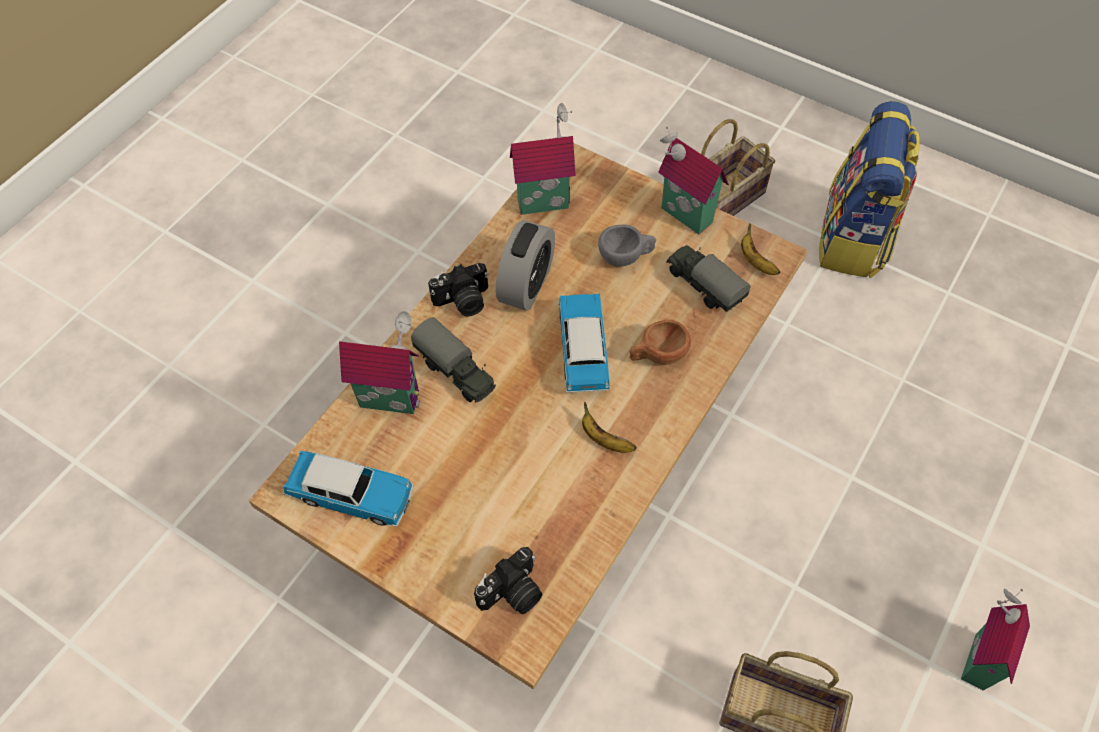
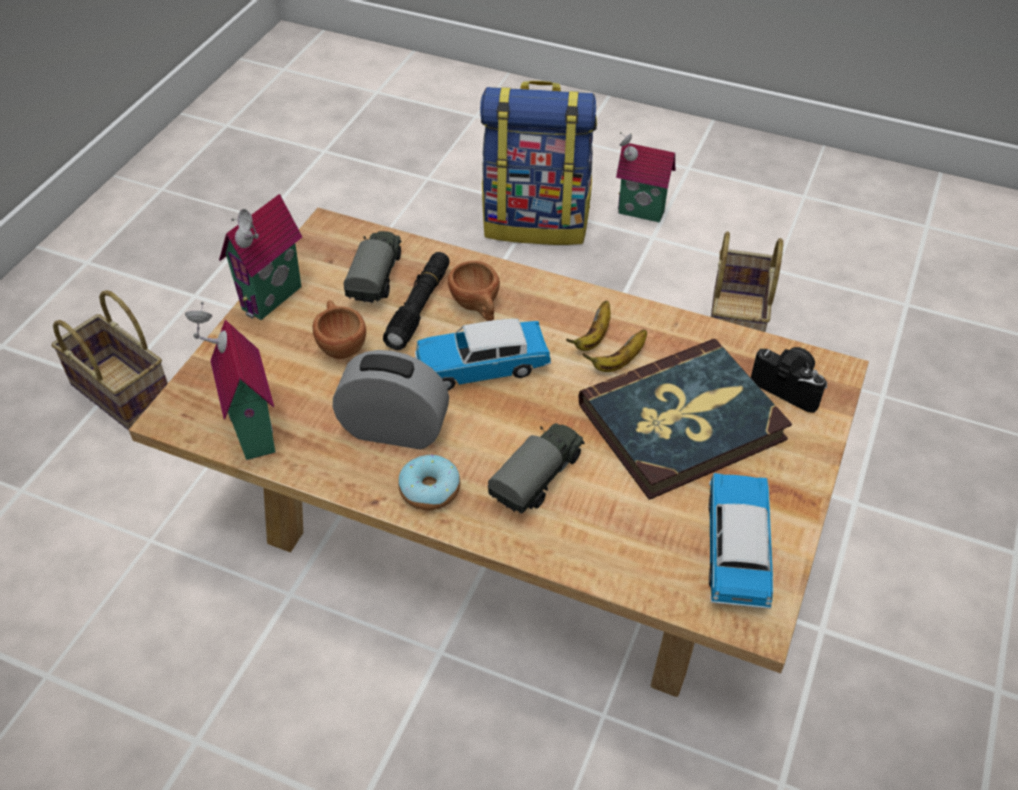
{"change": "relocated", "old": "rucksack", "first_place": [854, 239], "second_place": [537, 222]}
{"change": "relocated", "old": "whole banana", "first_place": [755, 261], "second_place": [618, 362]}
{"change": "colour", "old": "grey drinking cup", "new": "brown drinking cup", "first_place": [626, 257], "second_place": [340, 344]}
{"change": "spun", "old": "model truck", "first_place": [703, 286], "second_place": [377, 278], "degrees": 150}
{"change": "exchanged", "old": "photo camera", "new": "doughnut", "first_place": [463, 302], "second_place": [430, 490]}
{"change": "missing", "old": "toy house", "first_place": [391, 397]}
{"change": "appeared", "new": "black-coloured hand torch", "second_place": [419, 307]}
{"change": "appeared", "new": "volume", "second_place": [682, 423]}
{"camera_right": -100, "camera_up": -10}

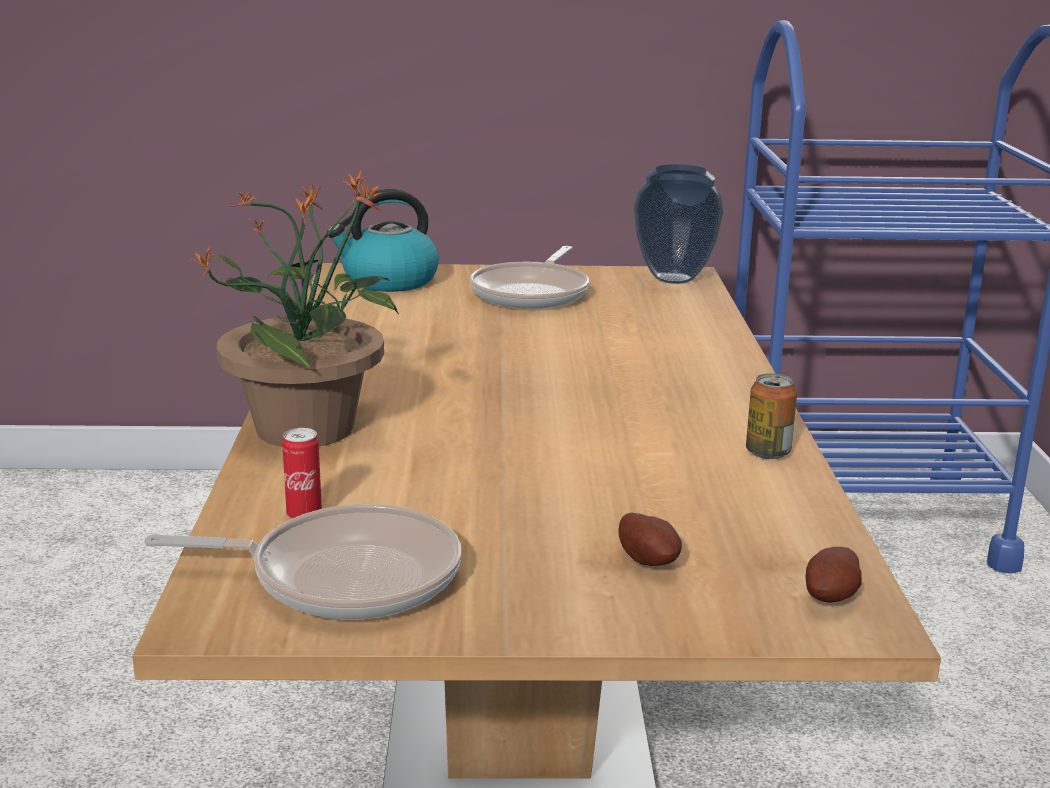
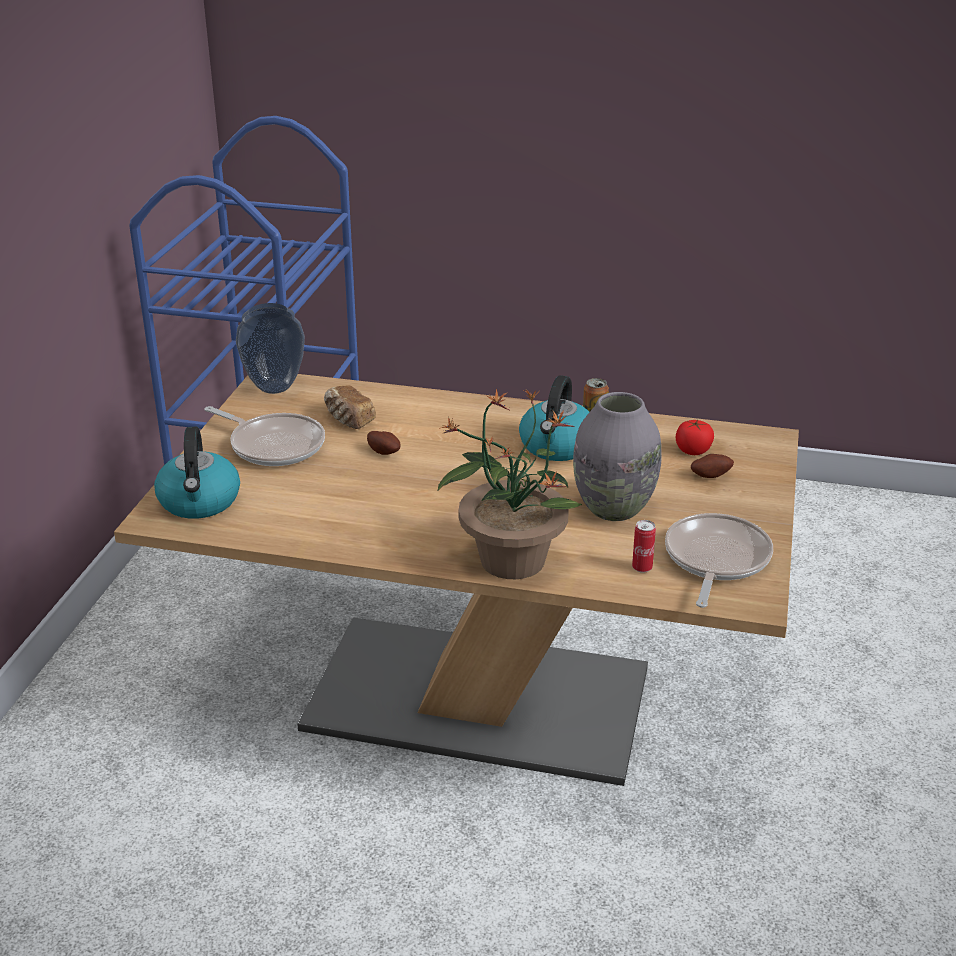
{"change": "relocated", "old": "spud", "first_place": [832, 597], "second_place": [384, 452]}
{"change": "appeared", "new": "tea kettle", "second_place": [557, 447]}
{"change": "appeared", "new": "bakery bread", "second_place": [348, 419]}
{"change": "appeared", "new": "grey vase", "second_place": [613, 509]}
{"change": "appeared", "new": "whole tomato", "second_place": [693, 451]}
{"camera_right": -75, "camera_up": 10}

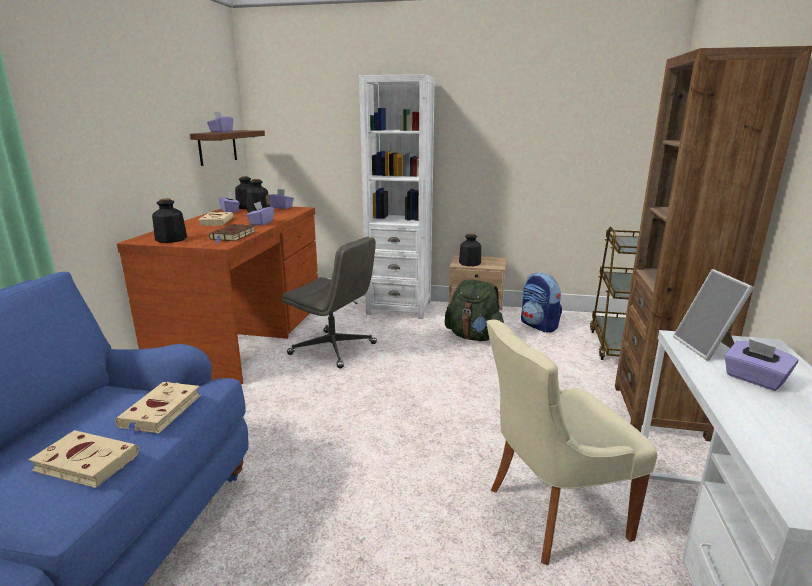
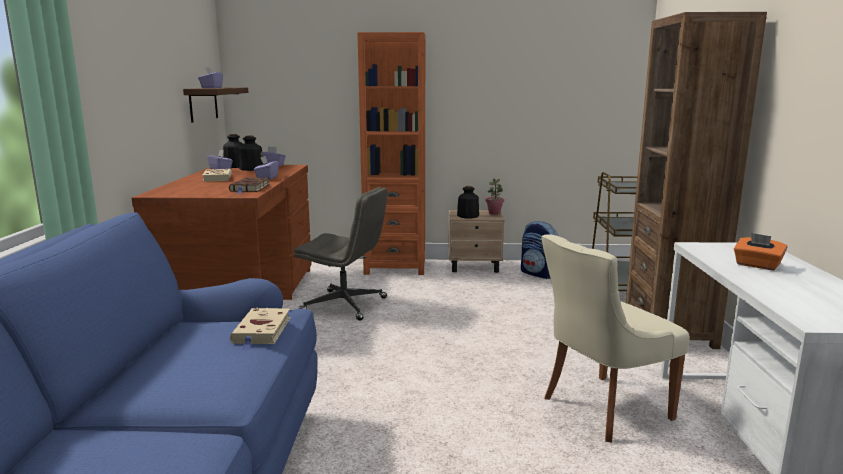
{"change": "colour", "old": "white-coloured shelving unit", "new": "orange shelving unit", "first_place": [399, 307], "second_place": [395, 267]}
{"change": "missing", "old": "drink bottle", "first_place": [171, 239]}
{"change": "missing", "old": "photo frame", "first_place": [707, 348]}
{"change": "missing", "old": "green-coloured rucksack", "first_place": [474, 337]}
{"change": "colour", "old": "purplish tissue holder", "new": "orange tissue holder", "first_place": [754, 379], "second_place": [757, 265]}
{"change": "missing", "old": "beige volume", "first_place": [84, 462]}
{"change": "appeared", "new": "potted plant", "second_place": [494, 213]}
{"camera_right": -10, "camera_up": -5}

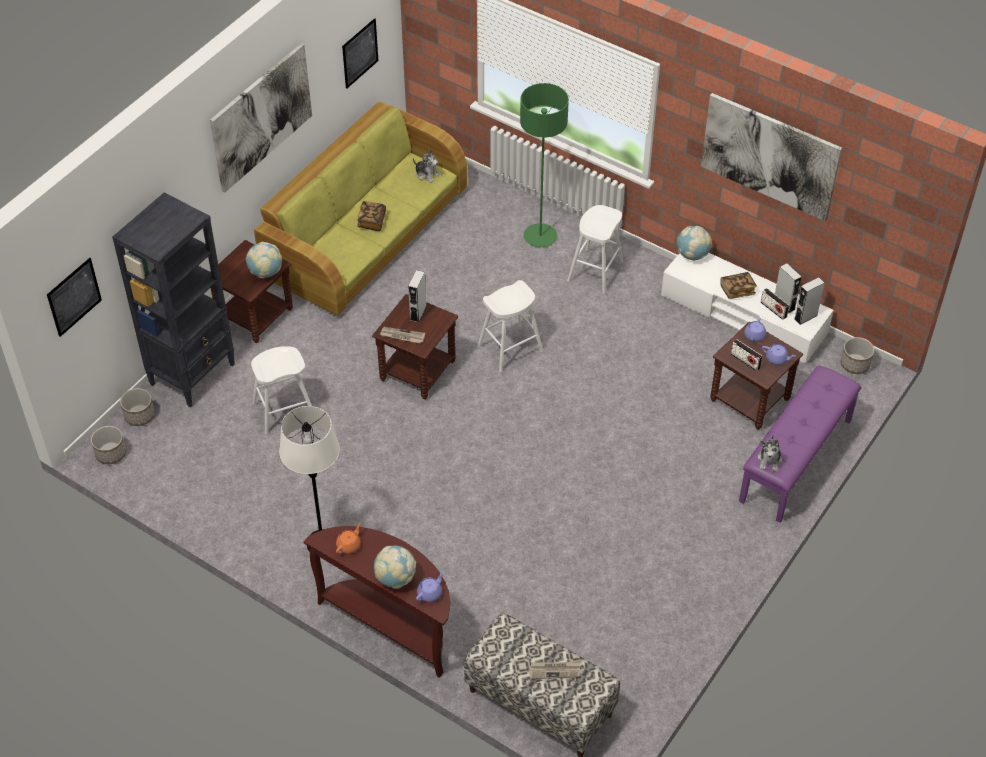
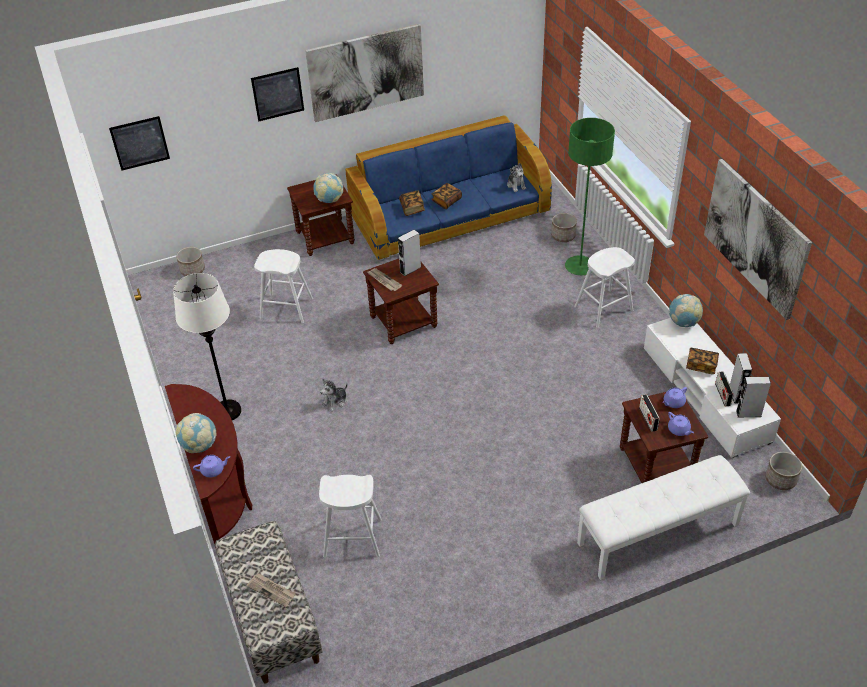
{"change": "relocated", "old": "wall picture", "first_place": [360, 53], "second_place": [277, 94]}
{"change": "colour", "old": "green-coloured settee", "new": "bluish settee", "first_place": [366, 234], "second_place": [450, 215]}
{"change": "missing", "old": "black-coloured shelving unit", "first_place": [193, 374]}
{"change": "relocated", "old": "white-coloured stool", "first_place": [510, 348], "second_place": [353, 538]}
{"change": "colour", "old": "purplish bench", "new": "white-coloured bench", "first_place": [796, 461], "second_place": [658, 535]}
{"change": "relocated", "old": "planter", "first_place": [111, 453], "second_place": [563, 236]}
{"change": "relocated", "old": "plush toy", "first_place": [769, 460], "second_place": [335, 401]}
{"change": "missing", "old": "orange pot for tea", "first_place": [349, 545]}
{"change": "appeared", "new": "volume", "second_place": [412, 208]}
{"camera_right": 35, "camera_up": -5}

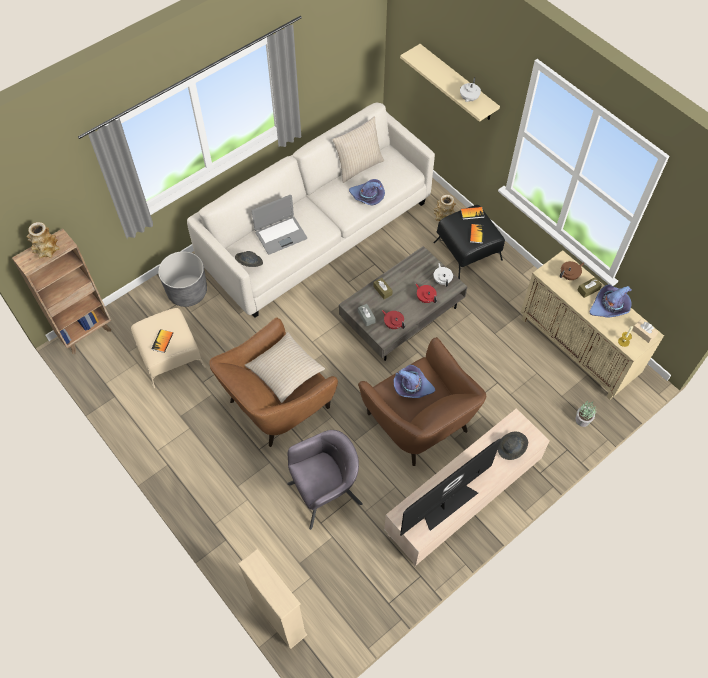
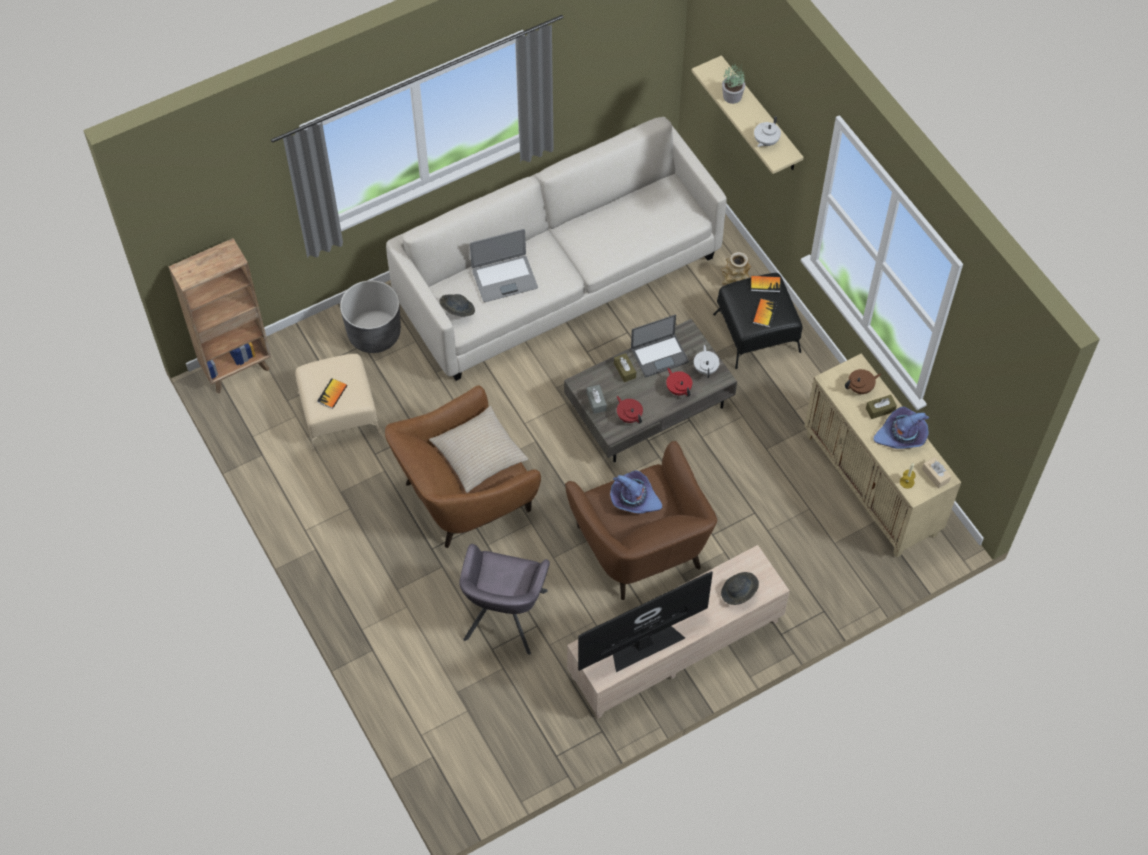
{"change": "missing", "old": "beige cushion", "first_place": [358, 166]}
{"change": "missing", "old": "purplish hat", "first_place": [367, 196]}
{"change": "missing", "old": "vase", "first_place": [47, 250]}
{"change": "relocated", "old": "potted plant", "first_place": [582, 419], "second_place": [732, 96]}
{"change": "spun", "old": "grey easy chair", "first_place": [325, 493], "second_place": [504, 615], "degrees": 120}
{"change": "missing", "old": "beige shelving unit", "first_place": [279, 617]}
{"change": "appeared", "new": "laptop", "second_place": [660, 355]}
{"camera_right": 10, "camera_up": 0}

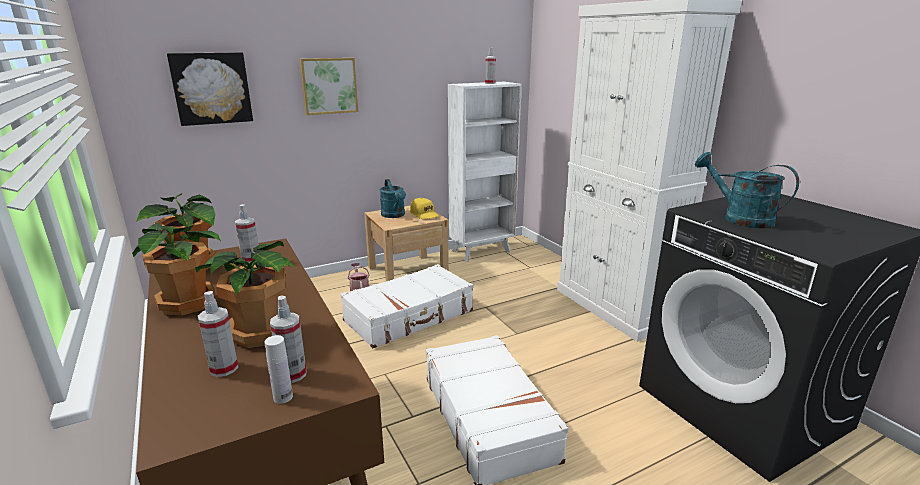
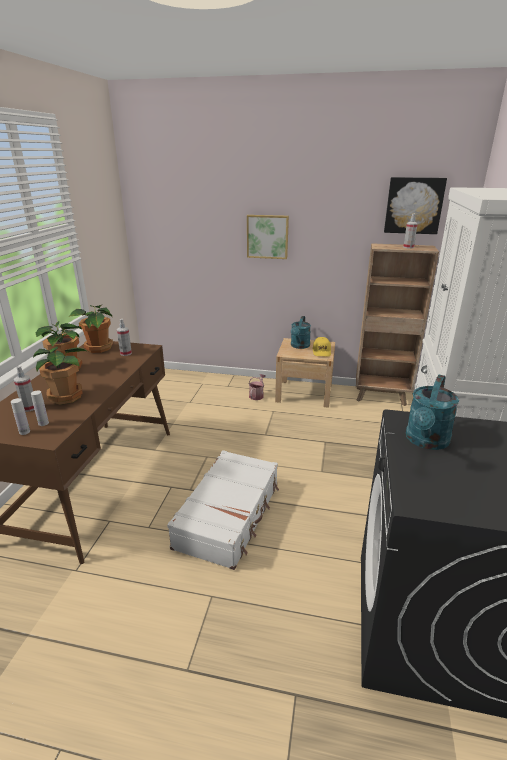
{"change": "relocated", "old": "wall picture", "first_place": [211, 88], "second_place": [413, 205]}
{"change": "colour", "old": "white-coloured shelving unit", "new": "brown shelving unit", "first_place": [482, 251], "second_place": [382, 397]}
{"change": "spun", "old": "turquoise watering can", "first_place": [739, 218], "second_place": [426, 441], "degrees": -150}
{"change": "missing", "old": "white-coloured piece of luggage", "first_place": [410, 316]}
{"change": "exchanged", "old": "sprayer", "new": "white-coloured drink bottle", "first_place": [292, 374], "second_place": [43, 423]}
{"camera_right": 40, "camera_up": 5}

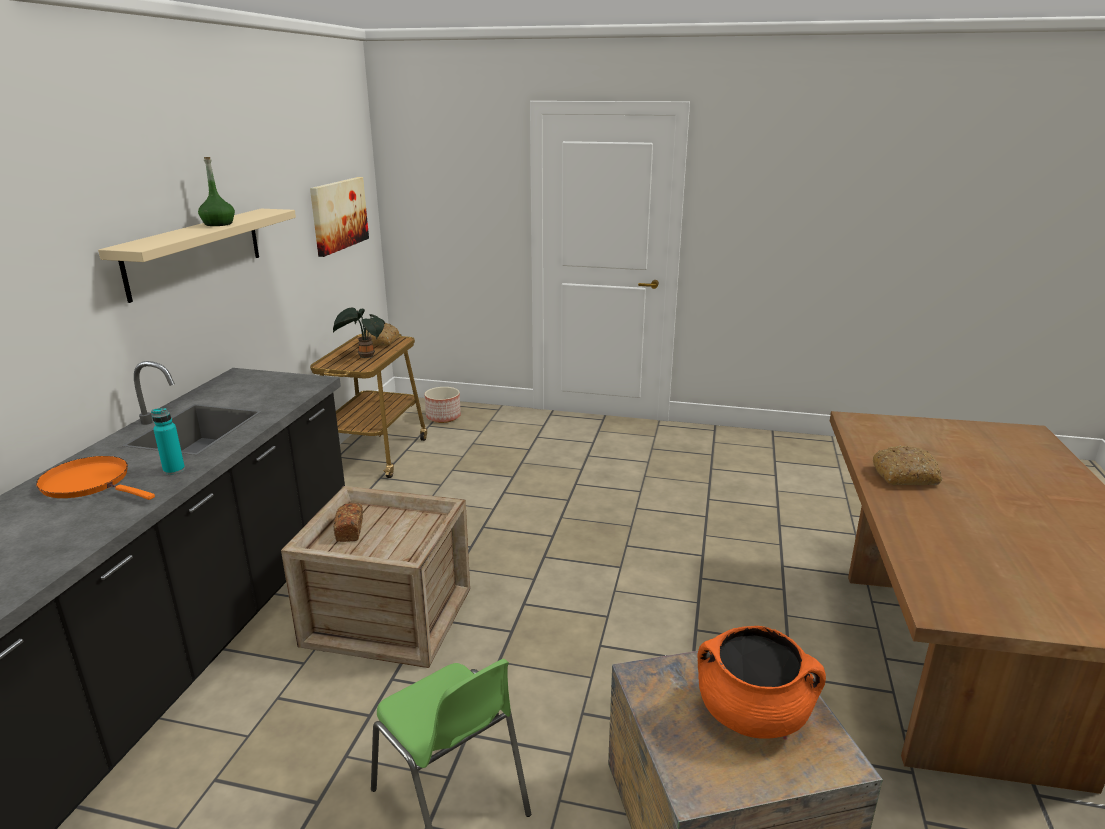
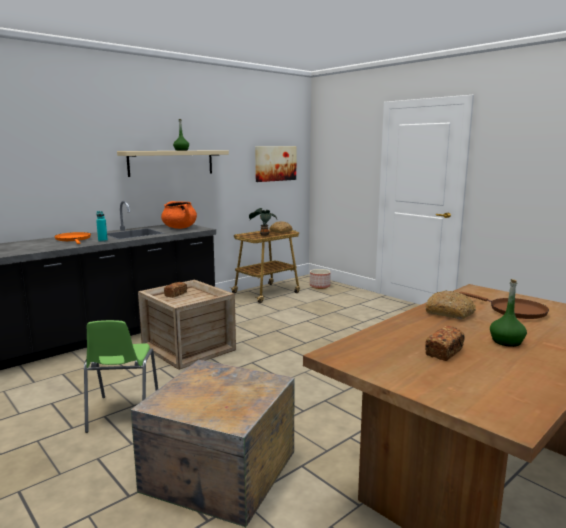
{"change": "relocated", "old": "orange cooking pot", "first_place": [752, 714], "second_place": [180, 228]}
{"change": "appeared", "new": "green-coloured drink bottle", "second_place": [506, 341]}
{"change": "appeared", "new": "brown frying pan", "second_place": [514, 311]}
{"change": "appeared", "new": "bakery bread", "second_place": [444, 352]}
{"camera_right": 35, "camera_up": -10}

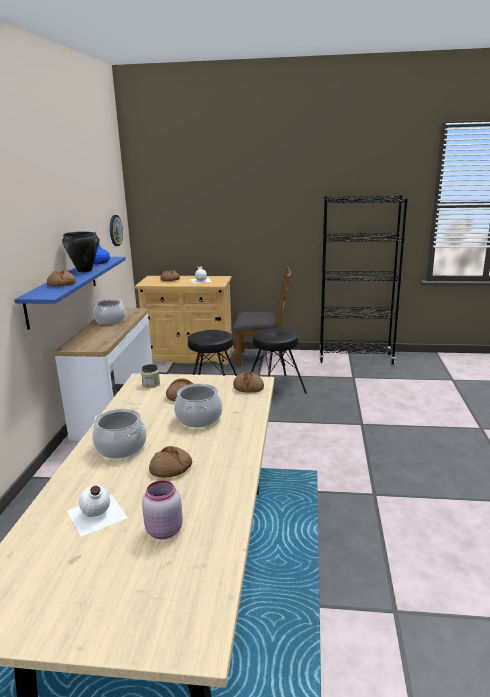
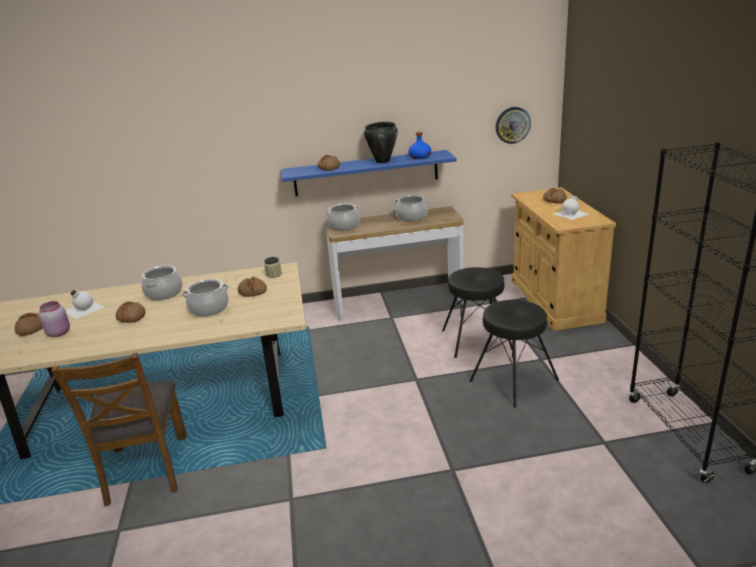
{"change": "relocated", "old": "brown chair", "first_place": [262, 358], "second_place": [146, 469]}
{"change": "relocated", "old": "bakery bread", "first_place": [248, 387], "second_place": [32, 328]}
{"change": "appeared", "new": "cooking pot", "second_place": [344, 226]}
{"camera_right": 75, "camera_up": 5}

